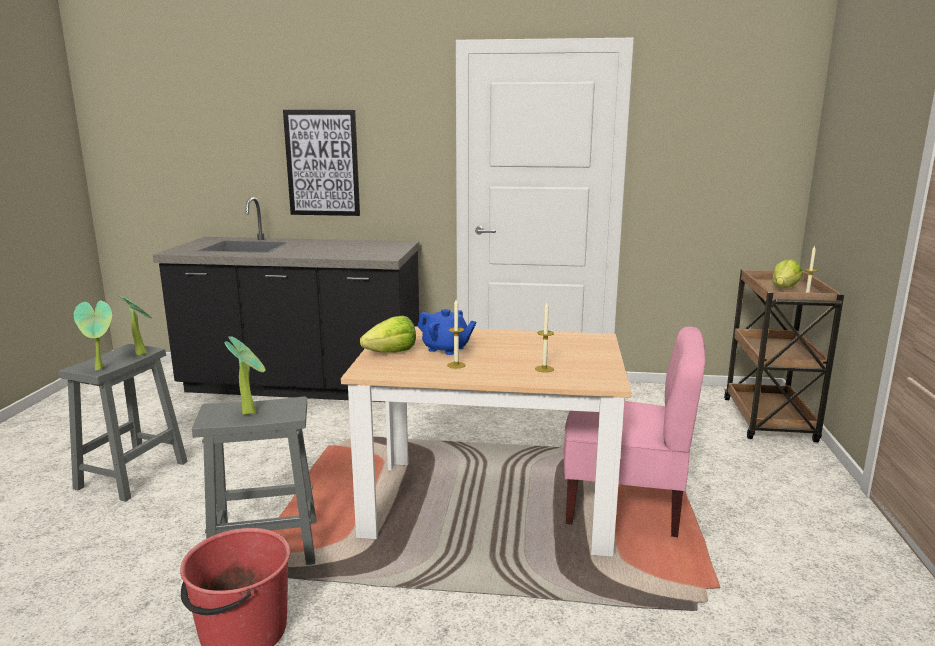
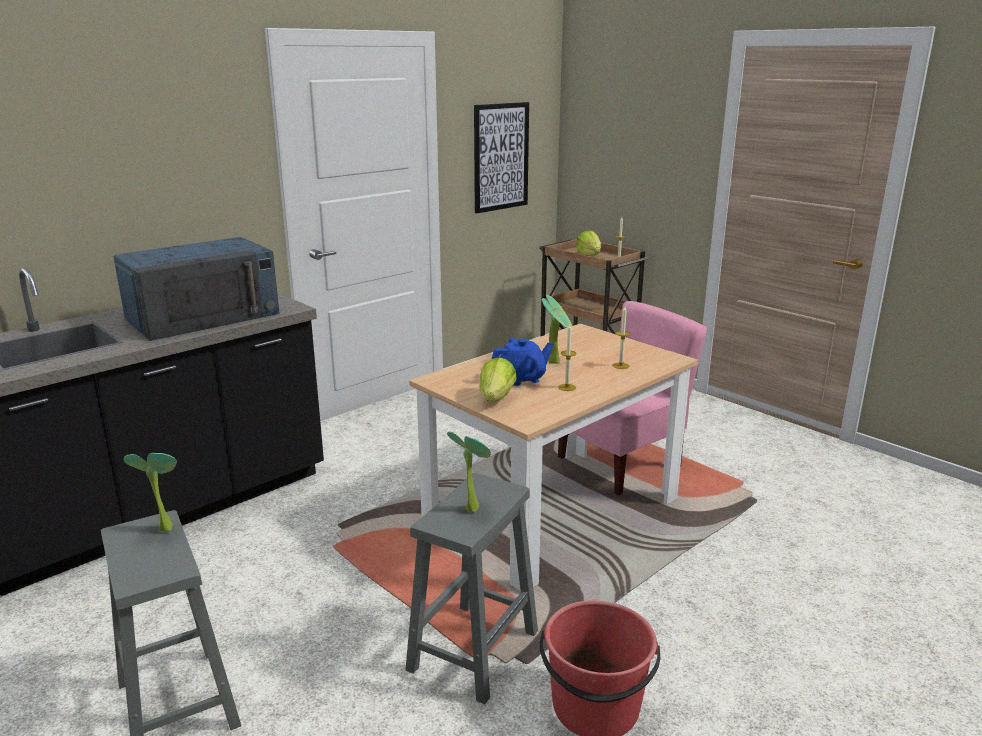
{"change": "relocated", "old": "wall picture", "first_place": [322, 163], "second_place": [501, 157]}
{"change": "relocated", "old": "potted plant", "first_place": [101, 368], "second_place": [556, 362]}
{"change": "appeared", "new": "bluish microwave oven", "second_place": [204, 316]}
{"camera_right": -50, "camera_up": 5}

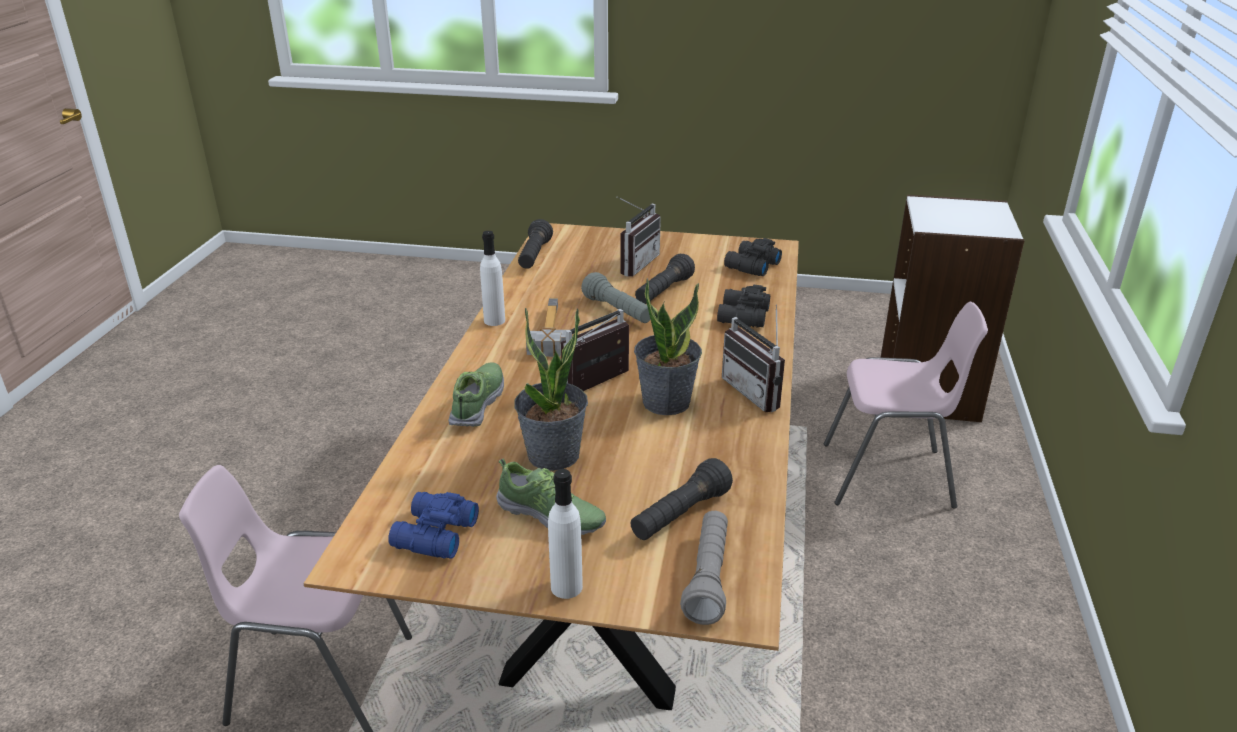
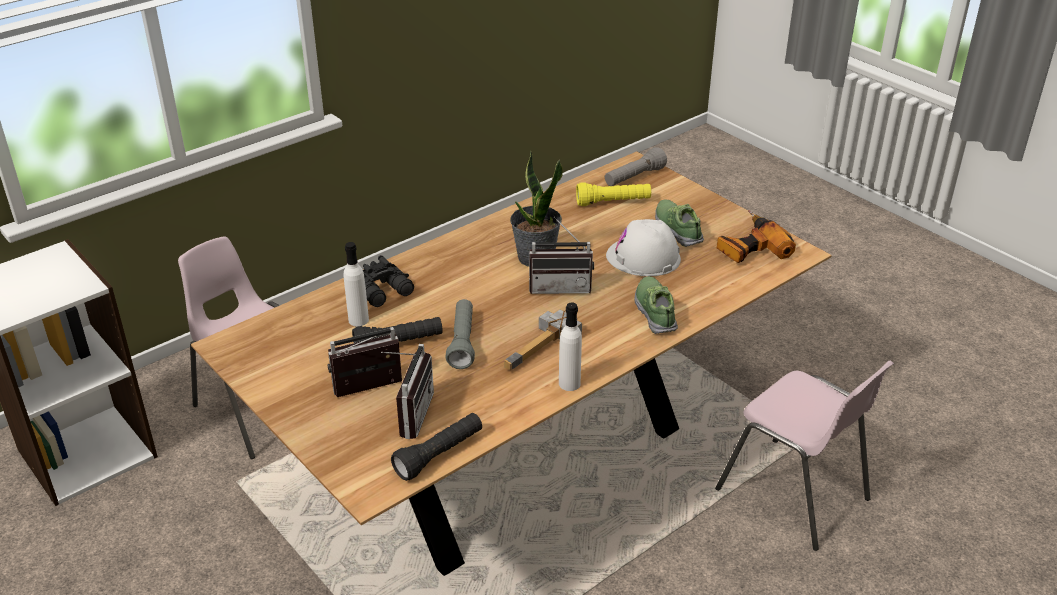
{"change": "missing", "old": "black-coloured pair of binoculars", "first_place": [750, 266]}
{"change": "relocated", "old": "radio receiver", "first_place": [758, 392], "second_place": [408, 414]}
{"change": "exchanged", "old": "potted plant", "new": "white-coloured work helmet", "first_place": [553, 455], "second_place": [643, 257]}
{"change": "spun", "old": "shoe", "first_place": [478, 403], "second_place": [655, 312], "degrees": 120}
{"change": "colour", "old": "black-coloured hand torch", "new": "yellow-coloured hand torch", "first_place": [680, 515], "second_place": [613, 202]}
{"change": "relocated", "old": "white-coloured drink bottle", "first_place": [566, 587], "second_place": [358, 320]}
{"change": "exchanged", "old": "bluish pair of binoculars", "new": "drill", "first_place": [433, 535], "second_place": [749, 247]}
{"camera_right": -140, "camera_up": 5}

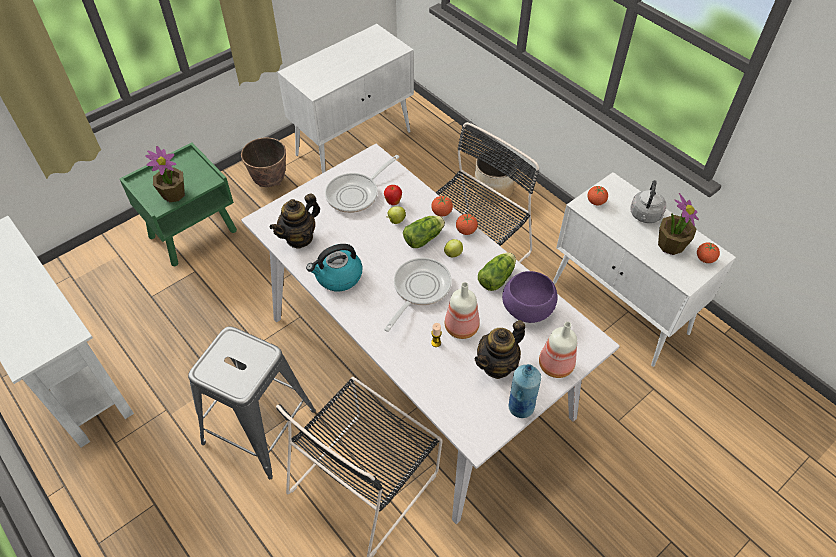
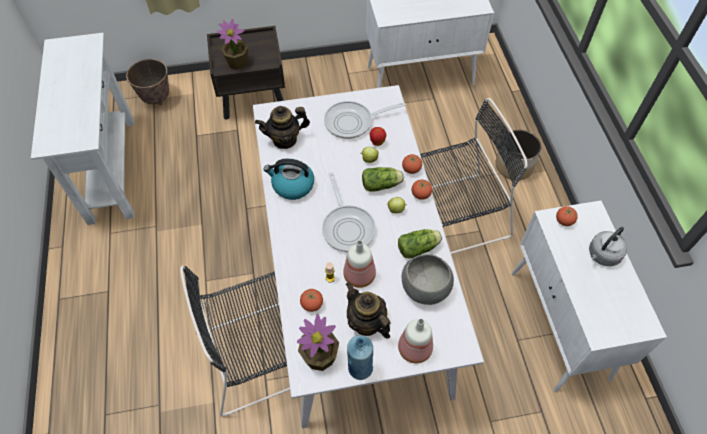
{"change": "relocated", "old": "planter", "first_place": [269, 181], "second_place": [156, 98]}
{"change": "colour", "old": "green-coloured night table", "new": "brown night table", "first_place": [194, 233], "second_place": [254, 99]}
{"change": "relocated", "old": "potted plant", "first_place": [670, 245], "second_place": [320, 356]}
{"change": "relocated", "old": "whole tomato", "first_place": [705, 259], "second_place": [312, 304]}
{"change": "spun", "old": "frying pan", "first_place": [419, 289], "second_place": [347, 226], "degrees": 105}
{"change": "colour", "old": "purplish deep dish", "new": "grey deep dish", "first_place": [528, 308], "second_place": [426, 287]}
{"change": "spun", "old": "pot for tea", "first_place": [497, 365], "second_place": [366, 322], "degrees": 60}
{"change": "missing", "old": "grey stool", "first_place": [258, 427]}
{"camera_right": 30, "camera_up": 5}

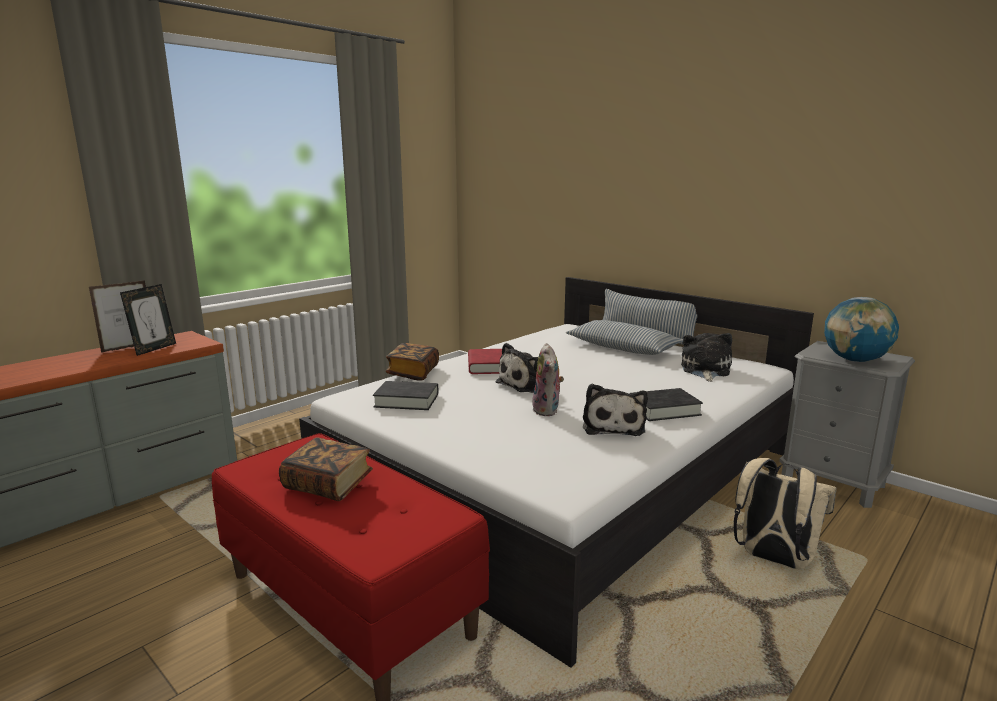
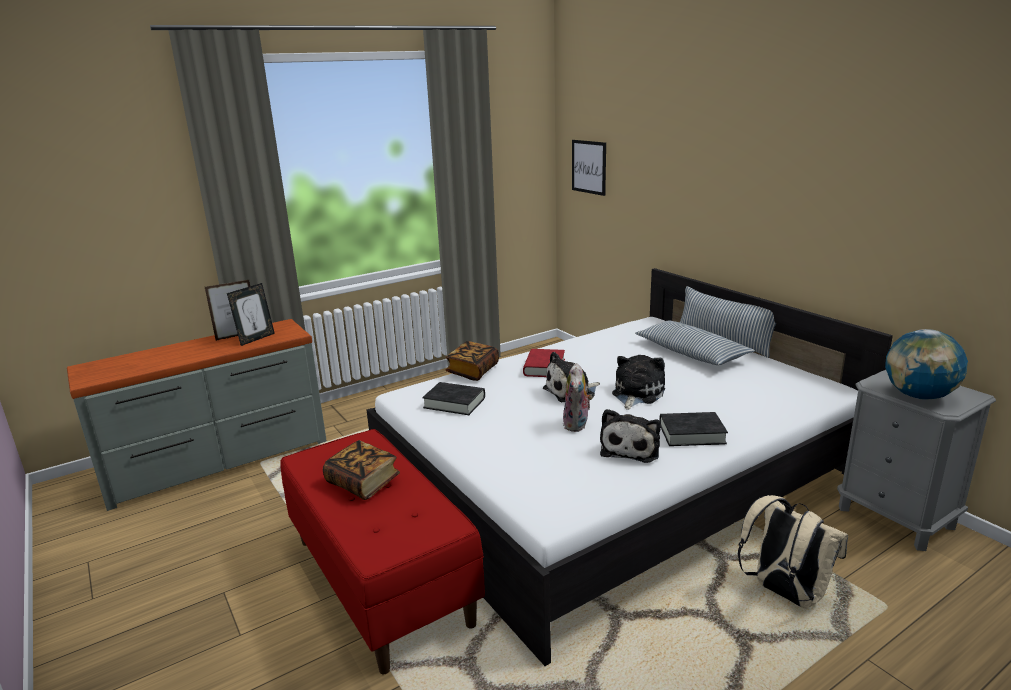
{"change": "relocated", "old": "plush toy", "first_place": [705, 370], "second_place": [636, 394]}
{"change": "appeared", "new": "wall picture", "second_place": [589, 167]}
{"camera_right": 15, "camera_up": 5}

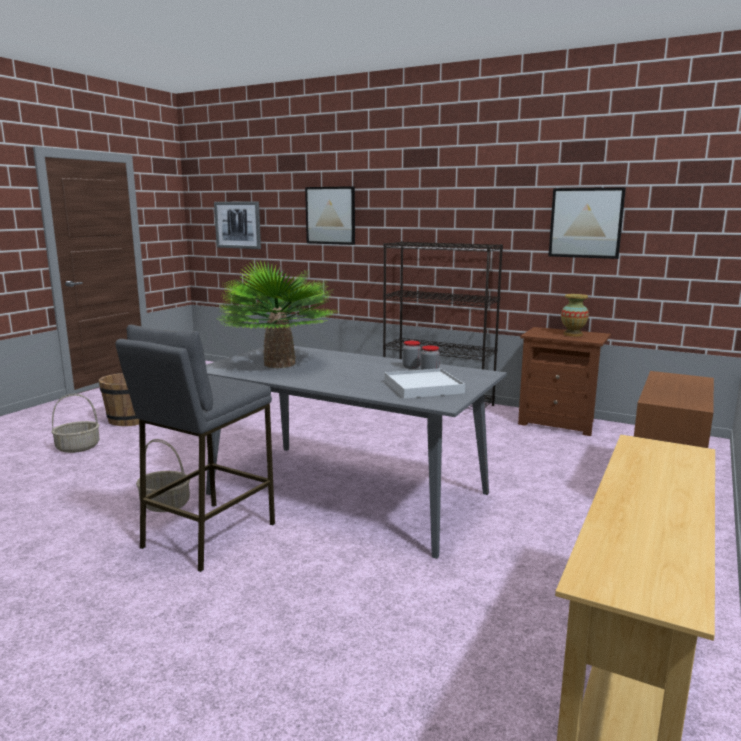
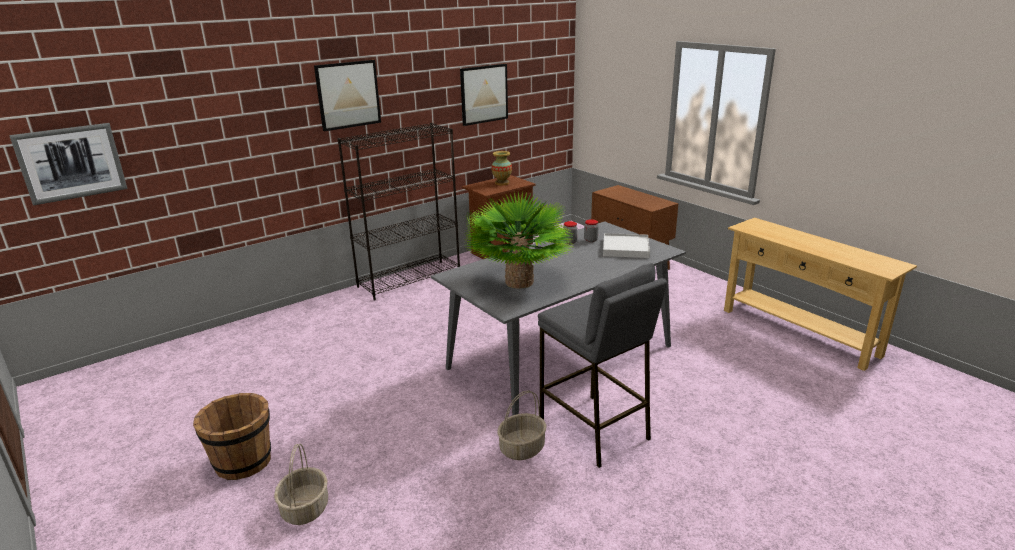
{"change": "relocated", "old": "wall picture", "first_place": [330, 215], "second_place": [348, 95]}
{"camera_right": -65, "camera_up": 10}

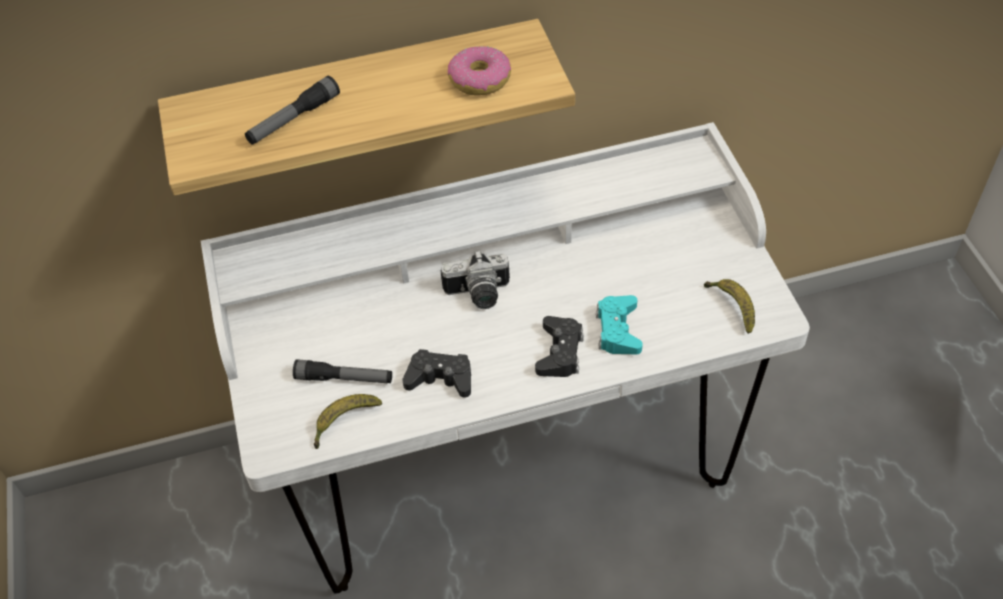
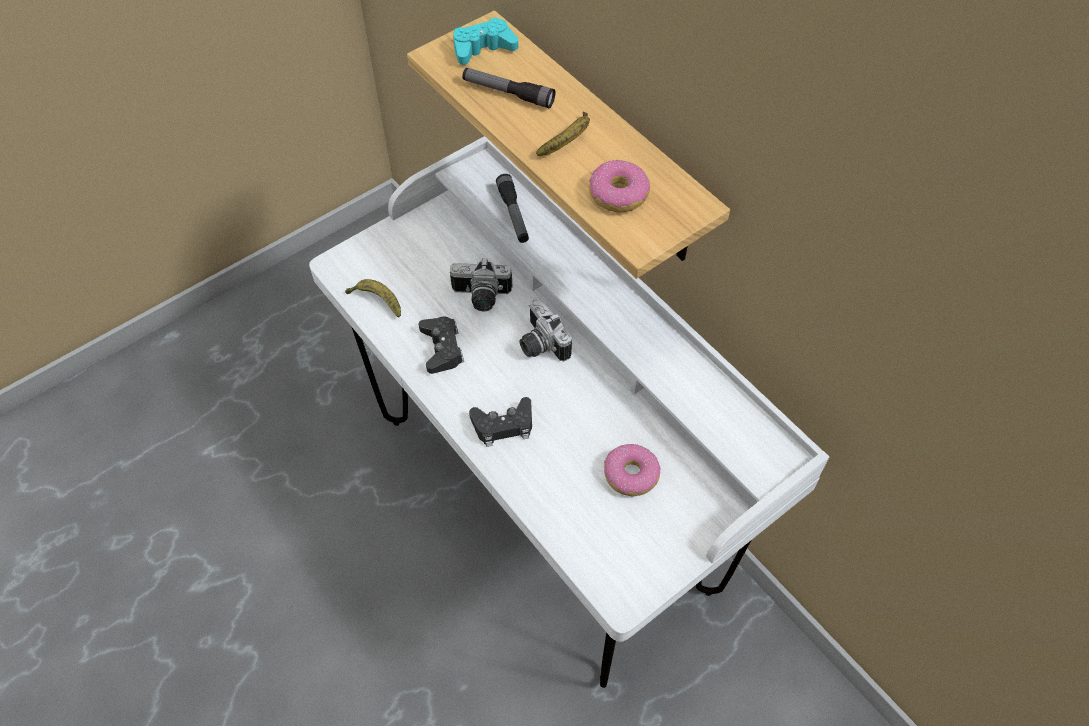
{"change": "relocated", "old": "whole banana", "first_place": [732, 307], "second_place": [568, 141]}
{"change": "relocated", "old": "turquoise gamepad", "first_place": [618, 330], "second_place": [483, 48]}
{"change": "relocated", "old": "hand torch", "first_place": [344, 378], "second_place": [513, 214]}
{"change": "appeared", "new": "photo camera", "second_place": [481, 297]}
{"change": "appeared", "new": "doughnut", "second_place": [631, 474]}
{"camera_right": 65, "camera_up": 5}

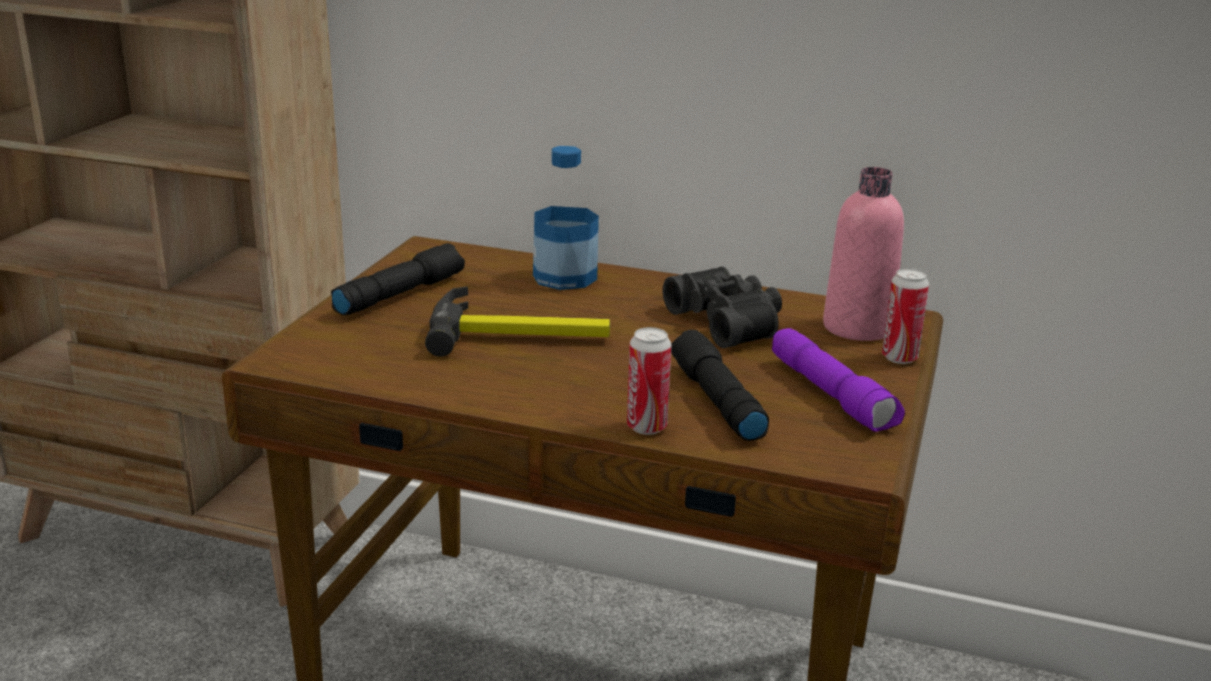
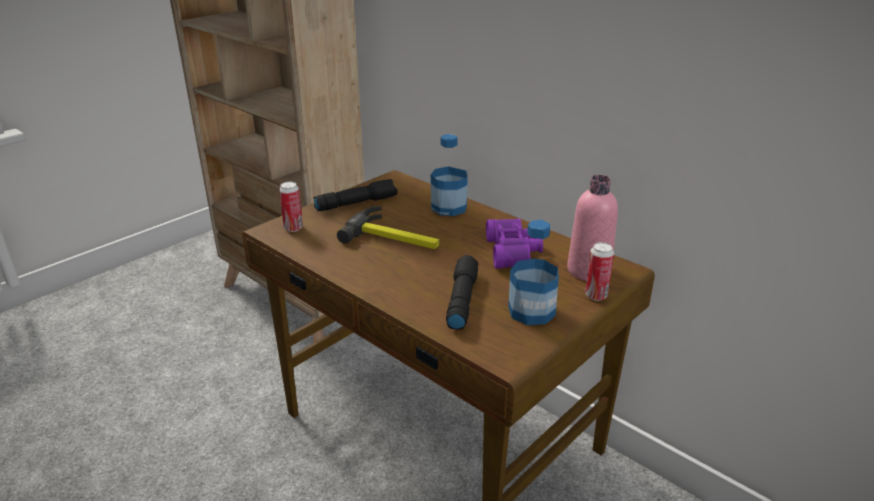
{"change": "colour", "old": "black-coloured pair of binoculars", "new": "purplish pair of binoculars", "first_place": [728, 322], "second_place": [514, 252]}
{"change": "relocated", "old": "sealed can", "first_place": [646, 427], "second_place": [293, 228]}
{"change": "exchanged", "old": "purplish hand torch", "new": "drink bottle", "first_place": [833, 395], "second_place": [531, 311]}
{"camera_right": 25, "camera_up": 5}

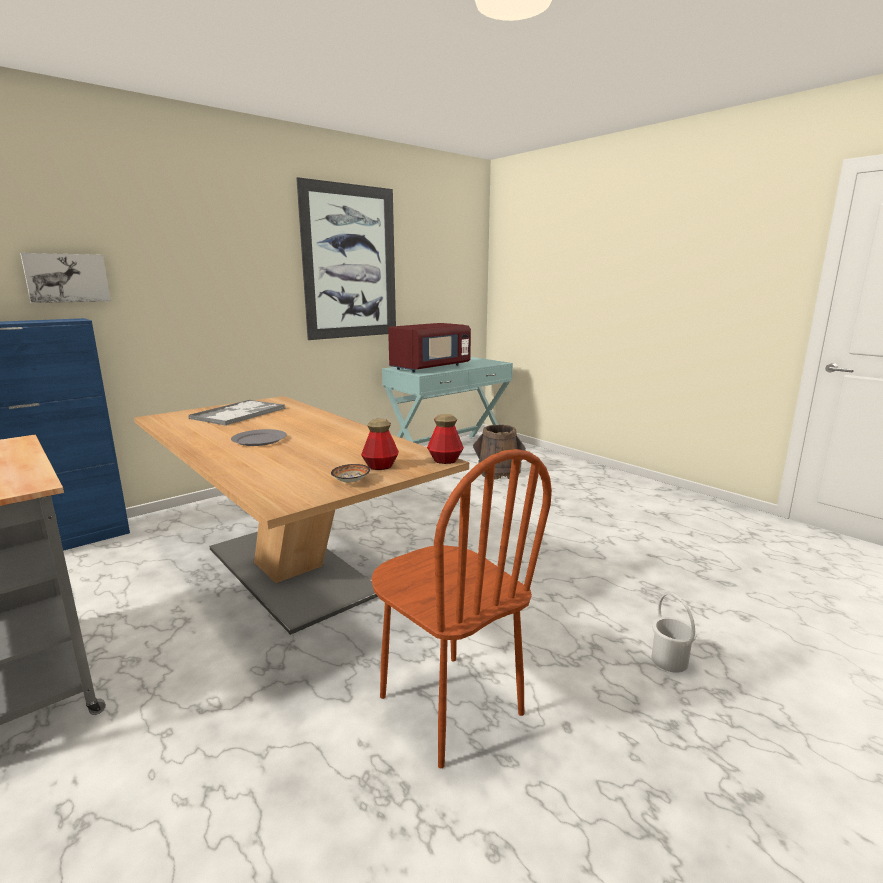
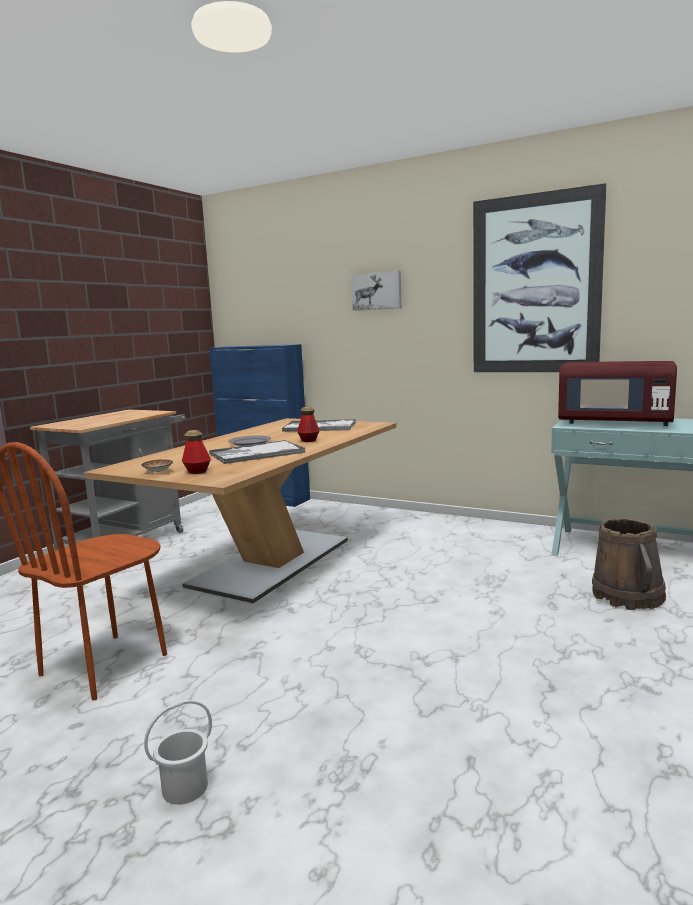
{"change": "relocated", "old": "wall picture", "first_place": [67, 278], "second_place": [377, 291]}
{"change": "relocated", "old": "drink bottle", "first_place": [445, 460], "second_place": [308, 440]}
{"change": "appeared", "new": "carrying tray", "second_place": [256, 453]}
{"camera_right": 70, "camera_up": -5}

